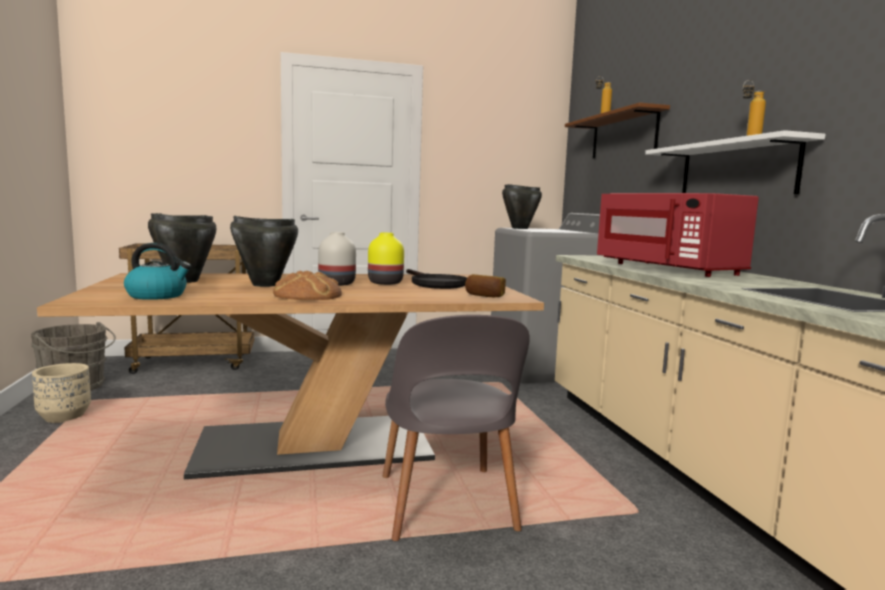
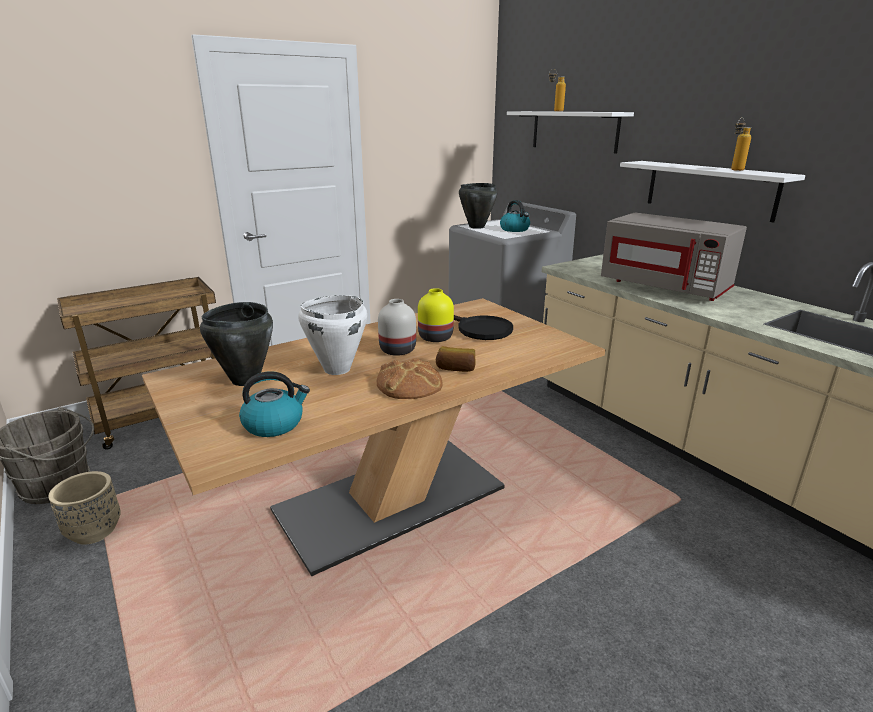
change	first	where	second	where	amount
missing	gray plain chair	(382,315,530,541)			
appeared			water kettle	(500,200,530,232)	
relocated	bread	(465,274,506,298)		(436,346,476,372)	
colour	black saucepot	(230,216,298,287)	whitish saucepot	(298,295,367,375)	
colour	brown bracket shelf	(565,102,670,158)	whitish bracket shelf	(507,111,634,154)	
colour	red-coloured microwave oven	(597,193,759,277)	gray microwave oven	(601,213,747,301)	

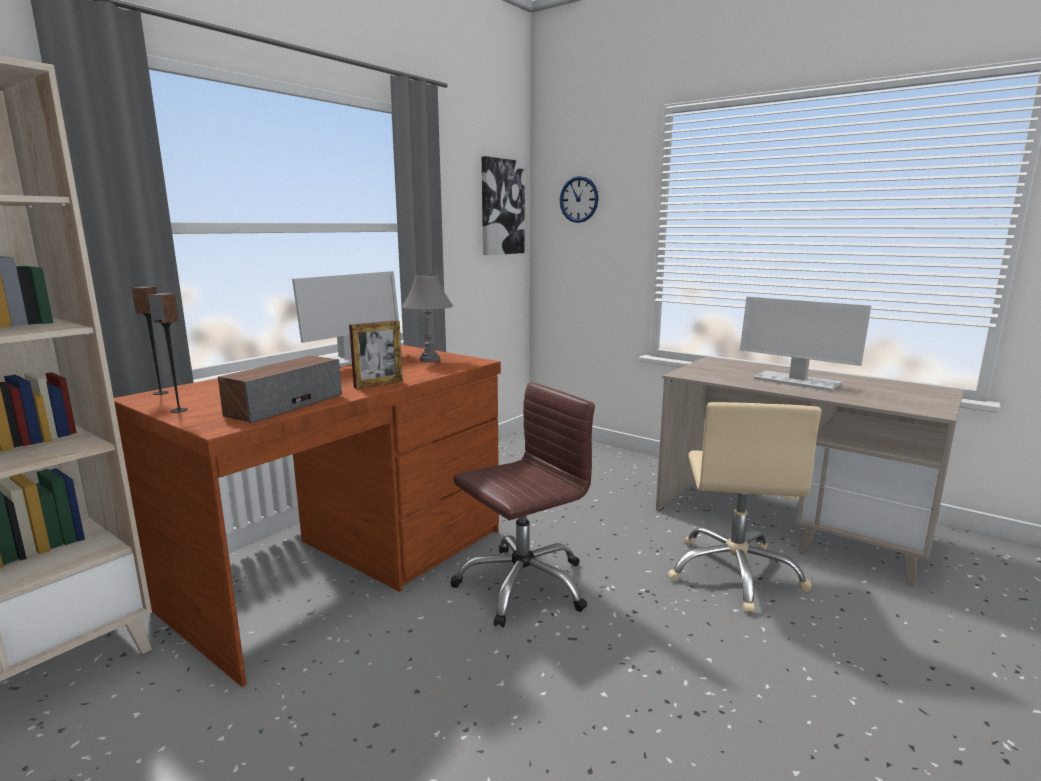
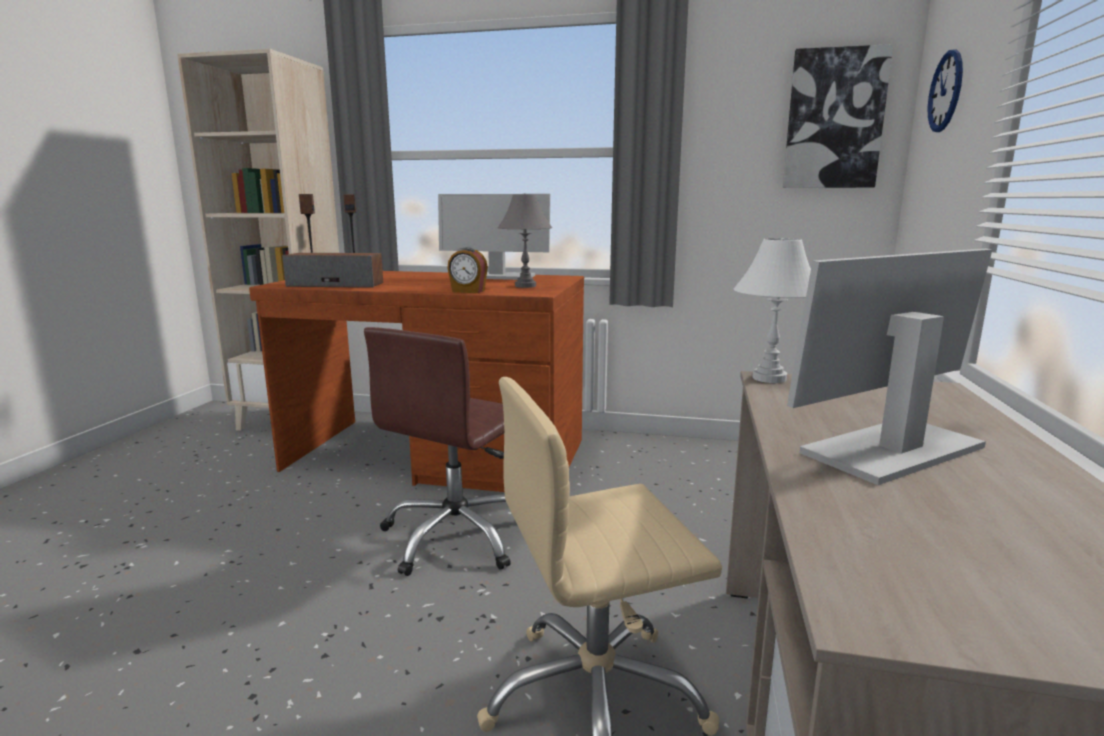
change	first	where	second	where	amount
missing	picture frame	(349,320,403,389)			
appeared			bedside clock	(447,247,488,293)	
appeared			whitish tabletop lamp	(733,238,811,383)	
spun	brown desk chair	(451,382,595,628)		(364,327,511,576)	90 degrees clockwise
spun	computer display	(740,297,871,391)		(787,249,992,485)	45 degrees clockwise

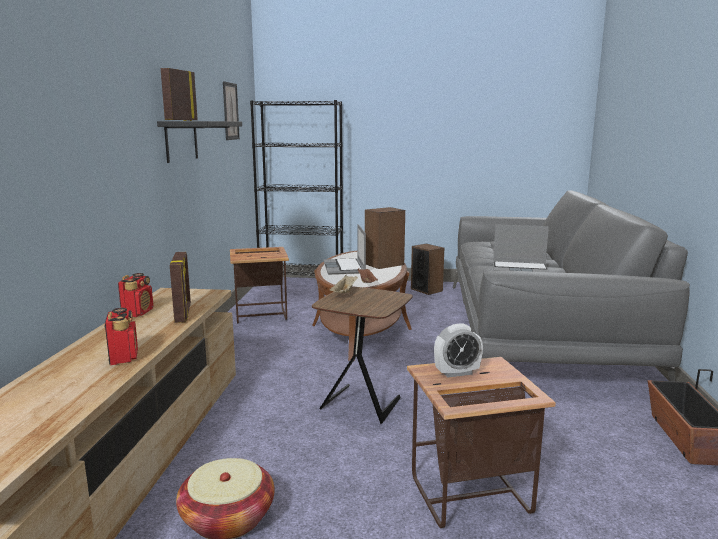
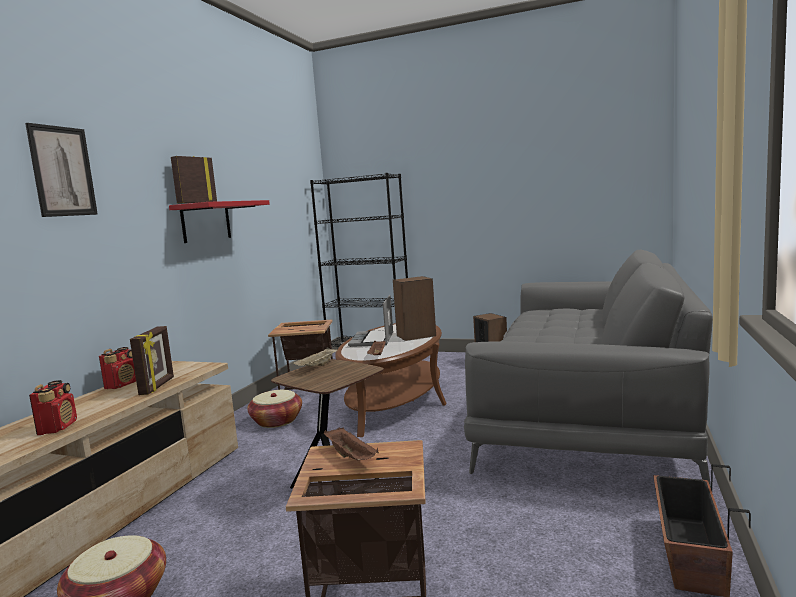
change	first	where	second	where	amount
missing	laptop	(493,224,549,272)			
appeared			household basket	(247,390,302,428)	
relocated	wall picture	(223,81,240,140)		(25,123,98,217)	
exchanged	bedside clock	(434,324,483,378)	brown carrying tray	(324,428,379,461)	
colour	black bracket shelf	(157,121,242,163)	red-coloured bracket shelf	(169,200,270,243)	

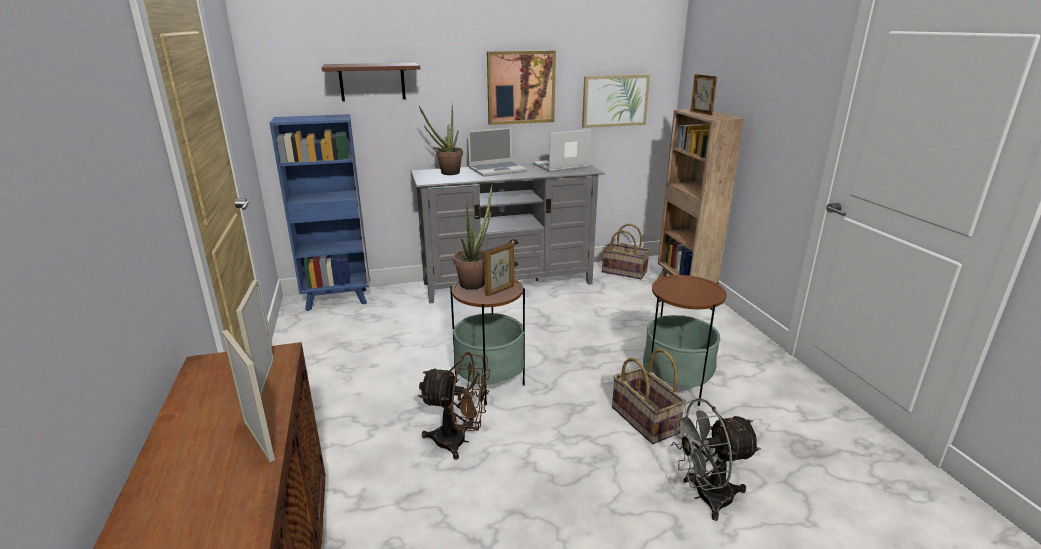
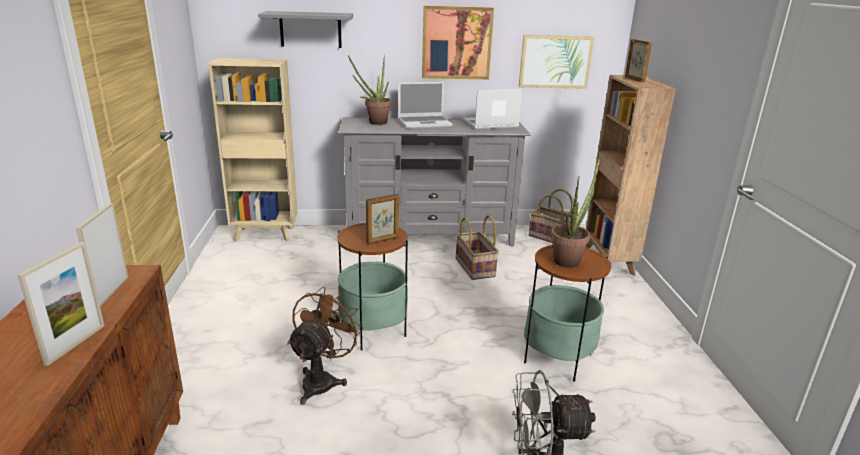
change	first	where	second	where	amount
relocated	plant in a pot	(453,184,492,290)		(551,159,599,268)	
relocated	household basket	(612,349,686,444)		(456,215,499,280)	
colour	blue bookcase	(270,114,370,311)	beige-coloured bookcase	(208,58,297,242)	
colour	brown bracket shelf	(322,63,420,101)	gray bracket shelf	(258,11,353,48)	
spun	picture frame	(222,330,275,462)		(17,242,104,366)	45 degrees clockwise
spun	brown cooling fan	(418,352,490,460)		(287,287,364,405)	90 degrees counterclockwise

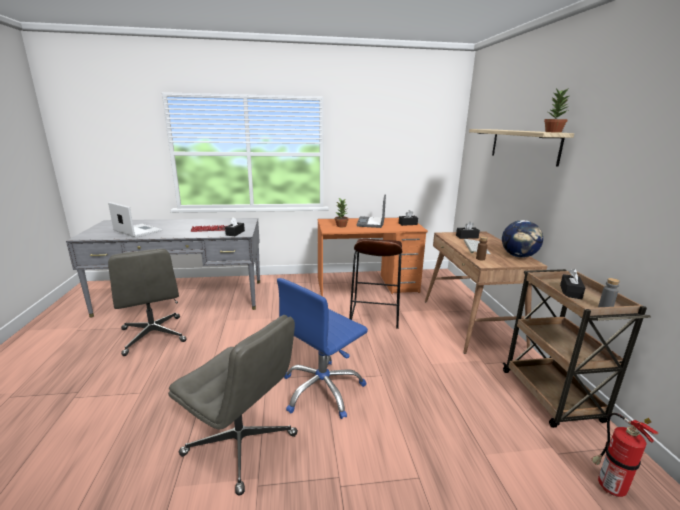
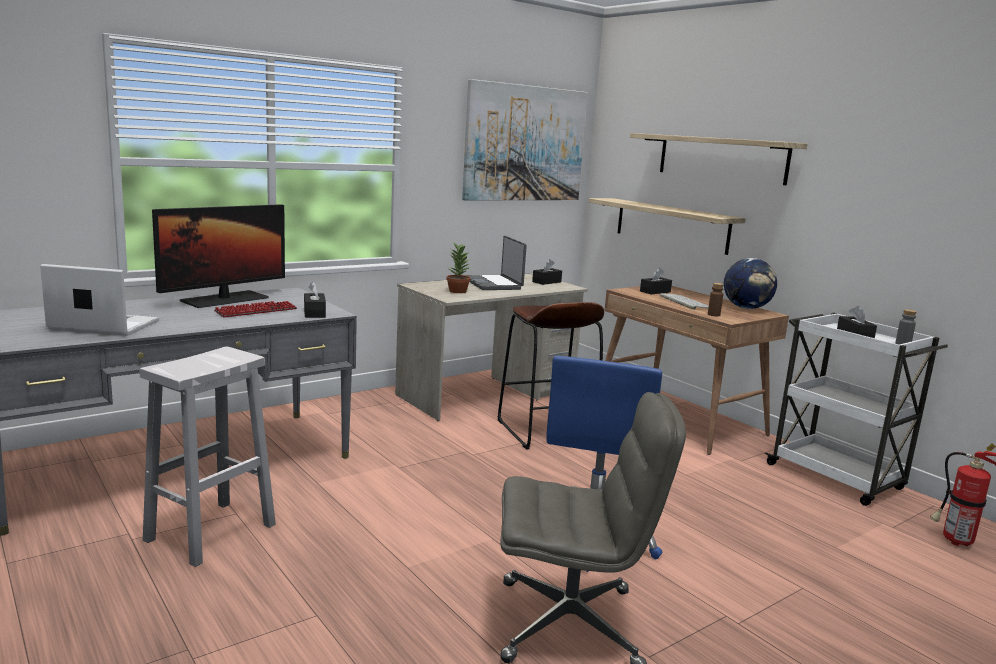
change	first	where	second	where	amount
missing	plant in a pot	(544,89,569,133)			
appeared			computer display	(152,204,285,308)	
appeared			wall picture	(462,79,588,201)	
appeared			bracket shelf	(589,198,746,255)	
exchanged	gray desk chair	(108,249,187,356)	whitish stool seat	(140,346,276,567)	
colour	orange desk	(318,218,428,296)	beige-coloured desk	(395,273,588,421)	
colour	brown trolley	(503,269,651,428)	whitish trolley	(764,313,948,506)	

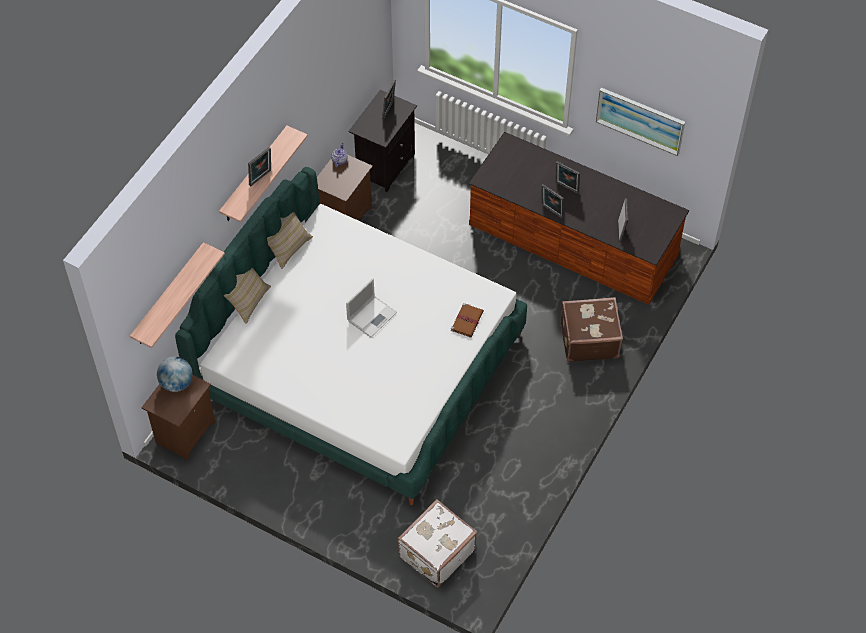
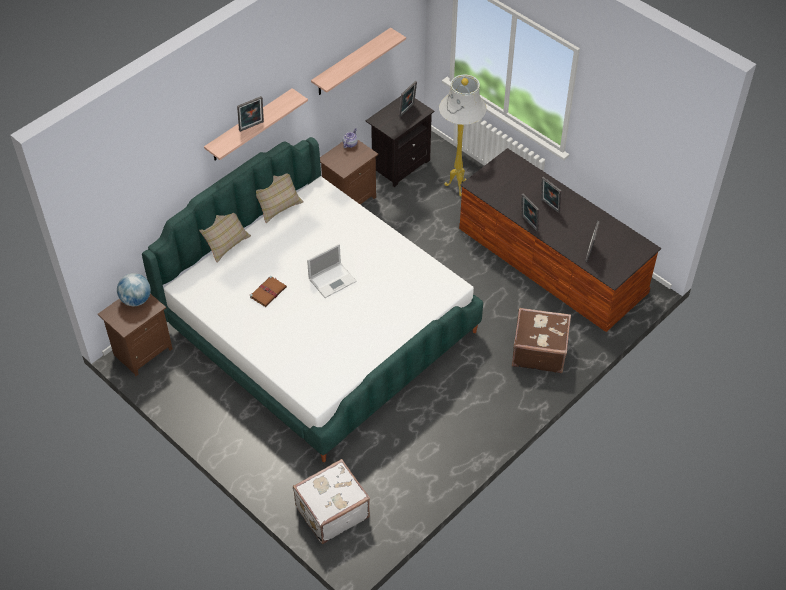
change	first	where	second	where	amount
missing	wall picture	(596,88,685,156)			
appeared			whitish standing lamp	(439,75,486,196)	
relocated	bracket shelf	(130,242,225,348)		(311,28,406,95)	
relocated	brown bound book	(451,303,484,337)		(250,276,287,307)	

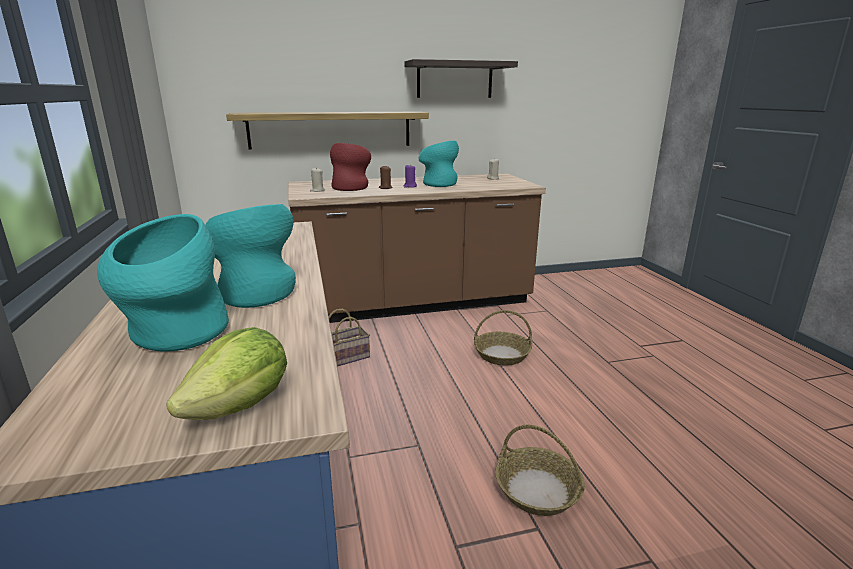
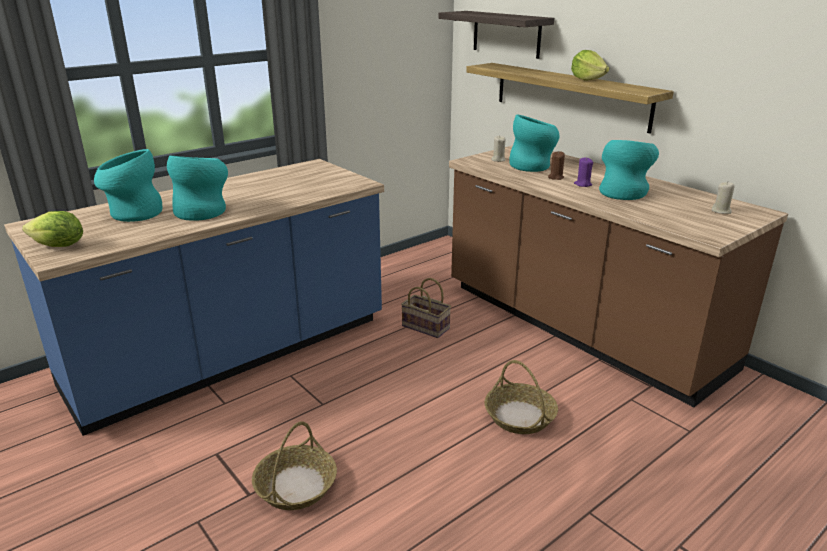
change	first	where	second	where	amount
appeared			head of lettuce	(571,50,609,81)	
relocated	bracket shelf	(405,59,518,98)		(438,11,554,59)	
colour	red-coloured flower vase	(330,143,371,191)	turquoise-coloured flower vase	(509,115,560,172)	

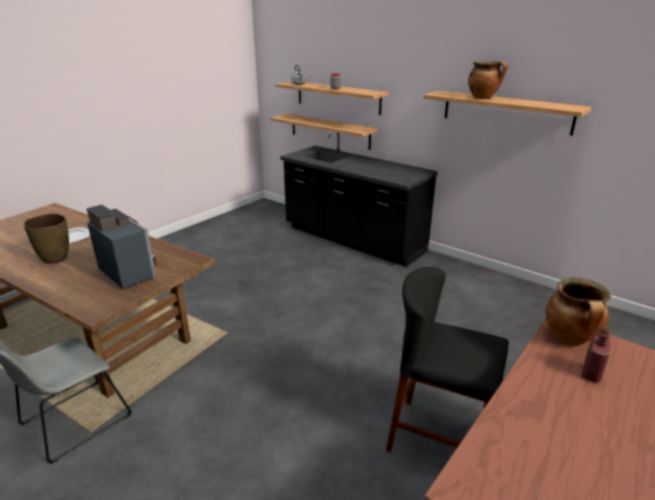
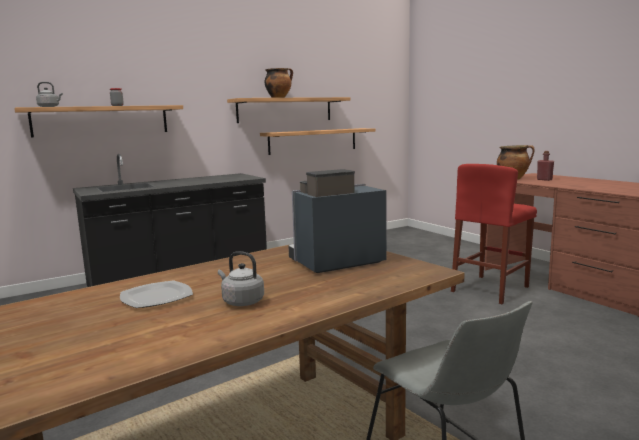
change	first	where	second	where	amount
relocated	bracket shelf	(270,114,378,150)		(260,128,376,155)	
exchanged	brown flower vase	(24,213,69,264)	gray water kettle	(218,251,264,306)	
colour	black stool seat	(386,267,508,452)	red-coloured stool seat	(451,164,537,304)	

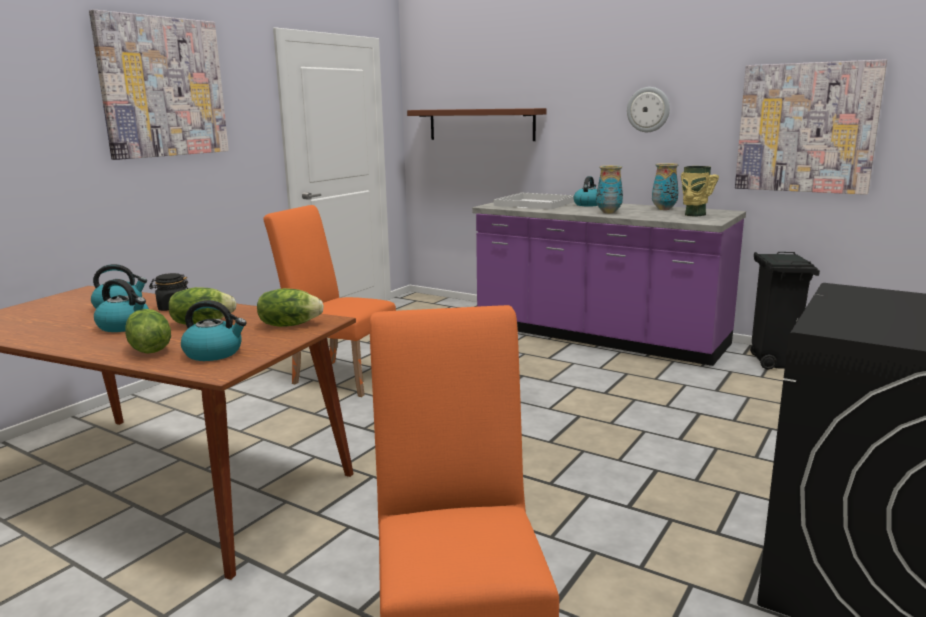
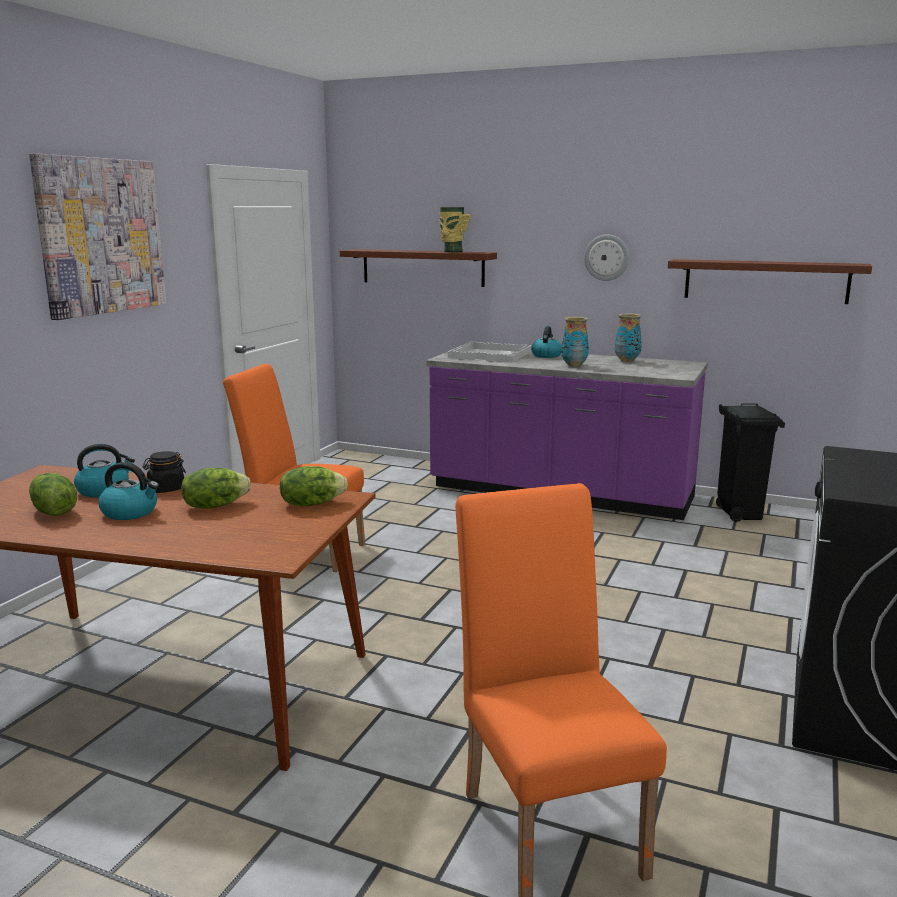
change	first	where	second	where	amount
missing	water kettle	(181,300,247,361)			
relocated	head of lettuce	(125,309,171,354)		(29,473,77,516)	
relocated	flower vase	(681,166,719,216)		(439,207,471,253)	
exchanged	wall picture	(735,59,887,195)	brown bracket shelf	(668,259,872,304)	

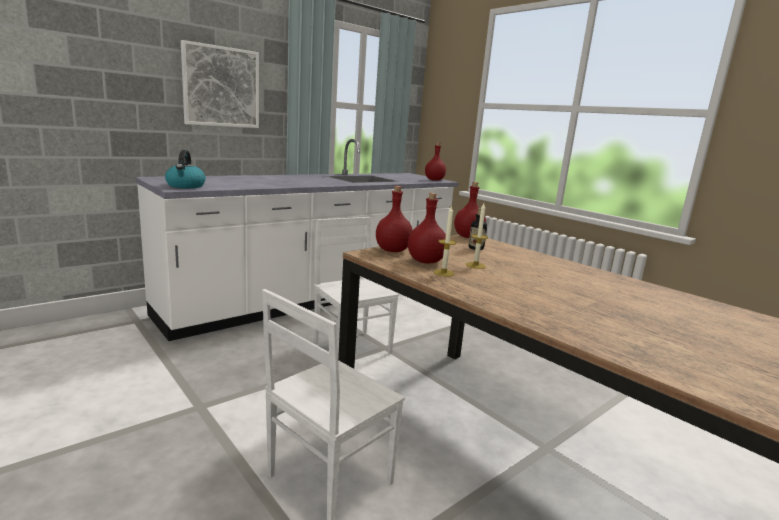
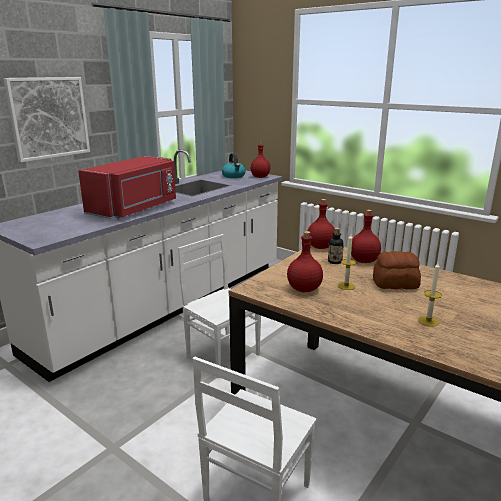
change	first	where	second	where	amount
appeared			red-coloured microwave oven	(78,156,176,219)	
appeared			bread	(373,251,421,289)	
relocated	water kettle	(165,150,206,188)		(222,153,246,178)	
relocated	red-coloured drink bottle	(376,186,412,252)		(351,210,381,263)	
relocated	wax light	(433,205,456,277)		(418,263,442,327)	

